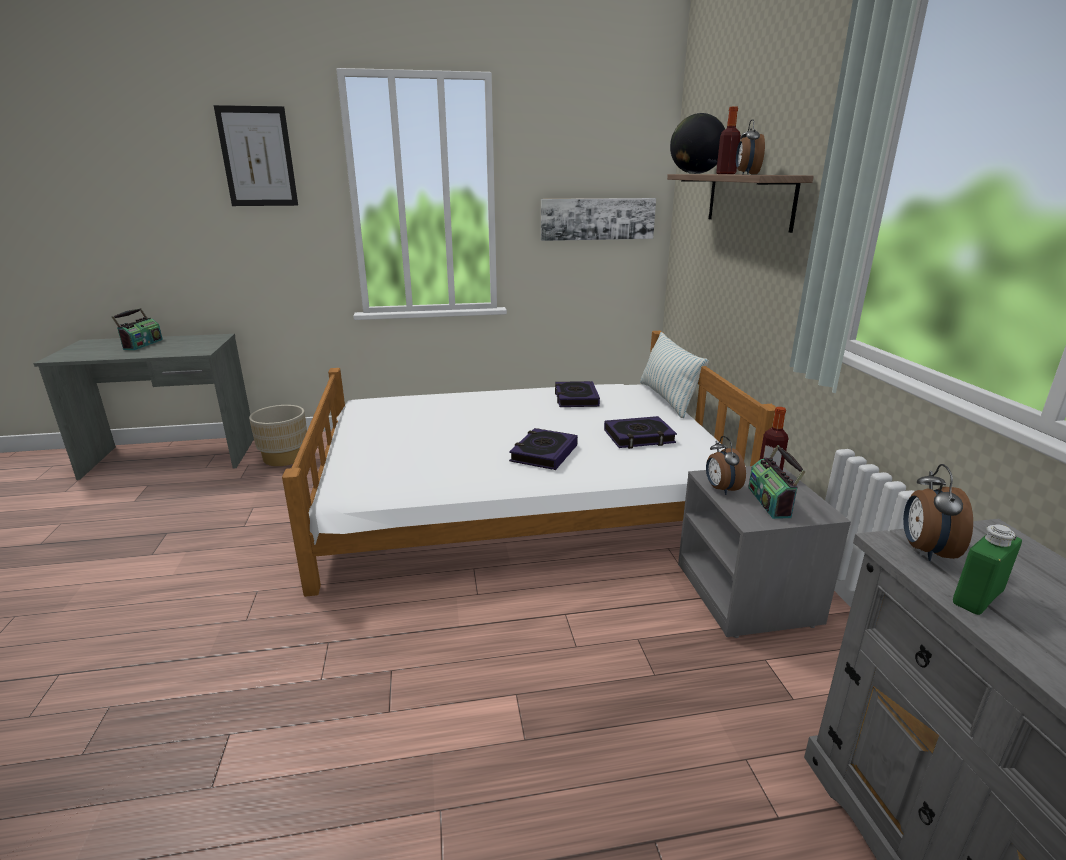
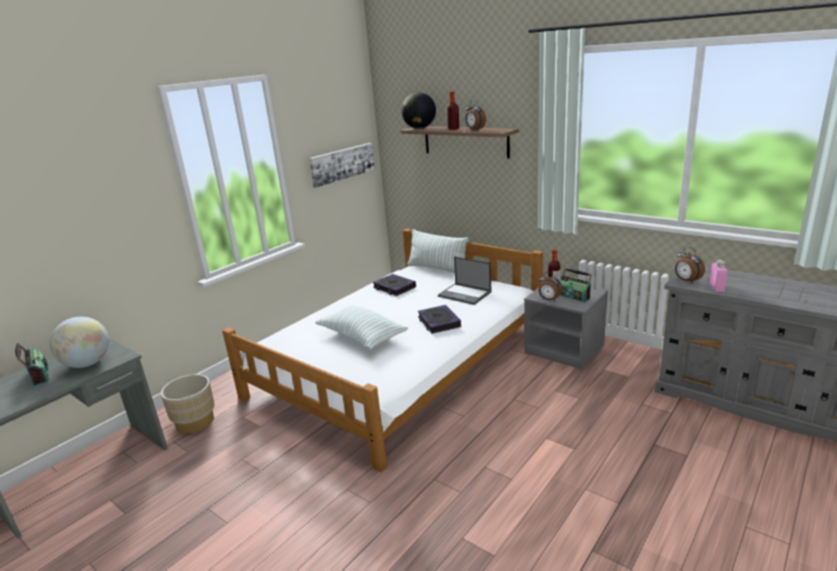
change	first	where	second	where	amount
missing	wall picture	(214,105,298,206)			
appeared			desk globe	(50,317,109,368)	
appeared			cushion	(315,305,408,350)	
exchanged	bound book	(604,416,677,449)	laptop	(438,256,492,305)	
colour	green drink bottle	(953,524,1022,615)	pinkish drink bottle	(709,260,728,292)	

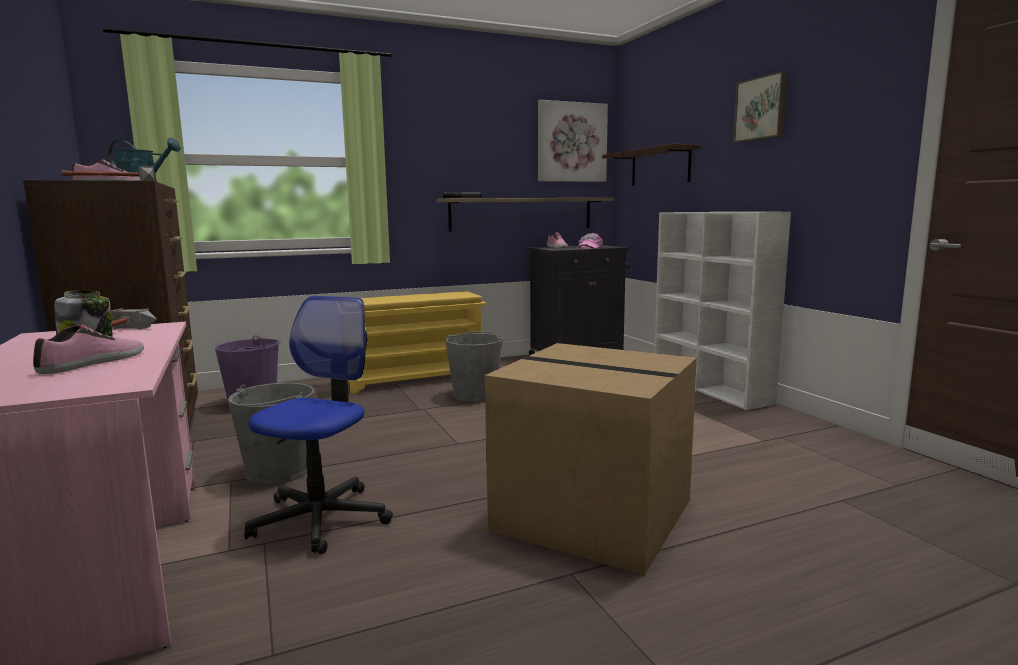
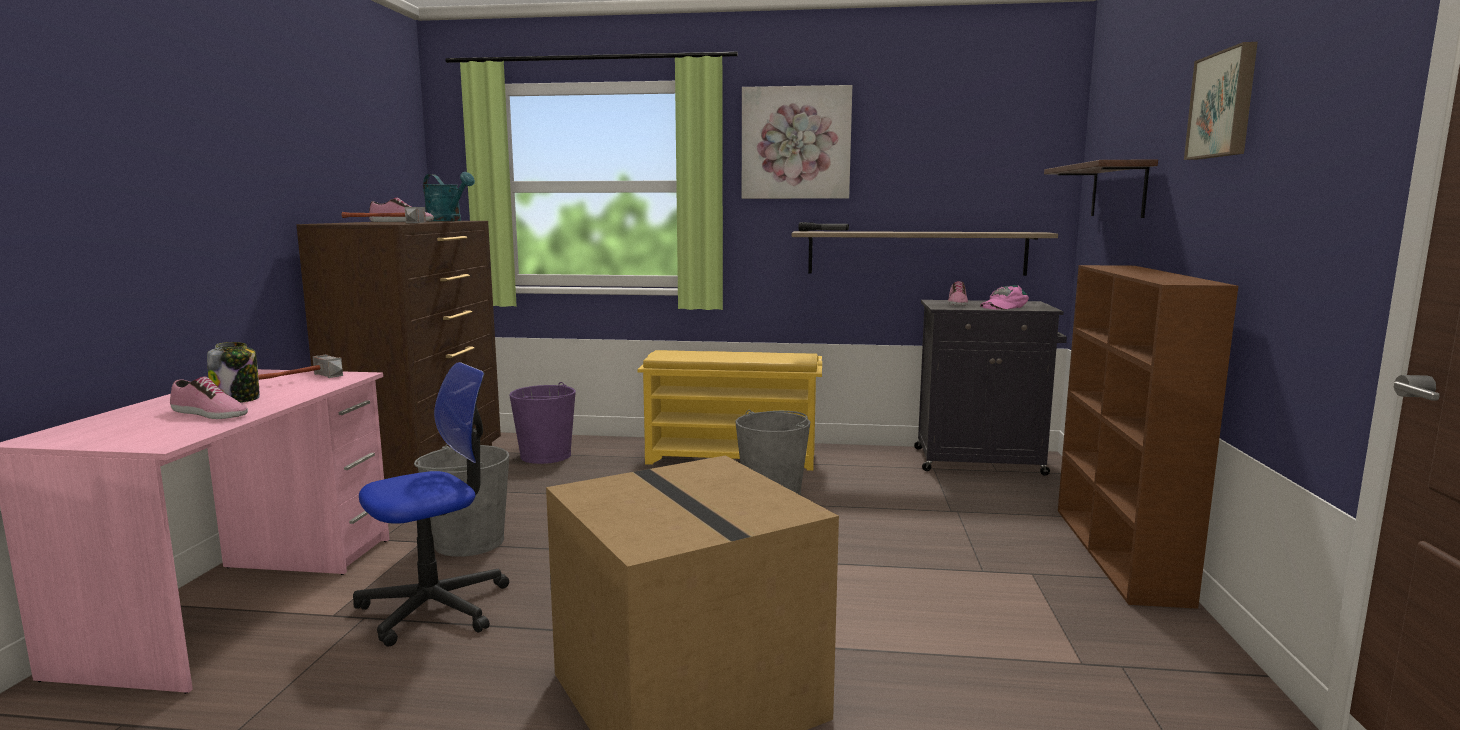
change	first	where	second	where	amount
relocated	wall picture	(538,100,608,182)		(742,85,852,199)	
colour	whitish bookcase	(654,212,791,410)	brown bookcase	(1058,265,1238,609)	
spun	shoe	(33,325,144,374)		(170,376,248,419)	60 degrees clockwise

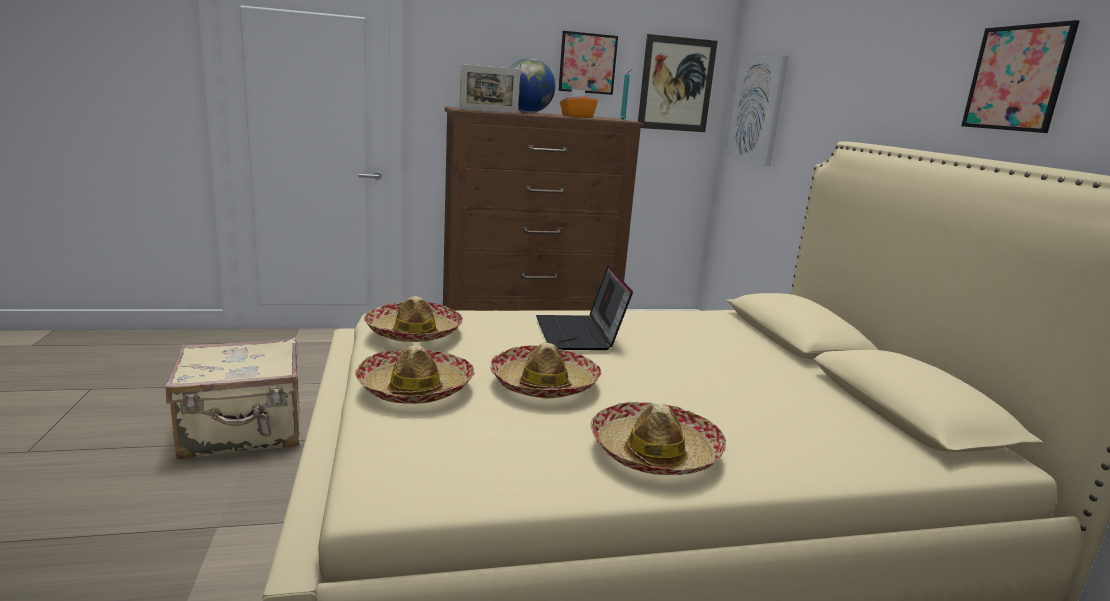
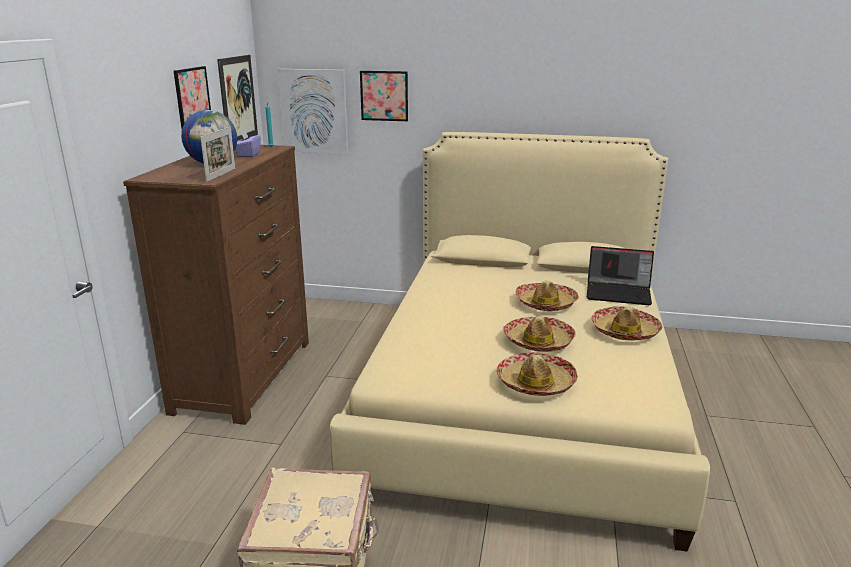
change	first	where	second	where	amount
relocated	hat	(364,296,463,342)		(516,280,579,311)	
relocated	laptop	(536,265,633,350)		(587,246,654,305)	
relocated	wall picture	(961,20,1080,133)		(360,71,408,121)	
colour	orange tissue holder	(560,89,598,118)	purple tissue holder	(235,129,261,157)	

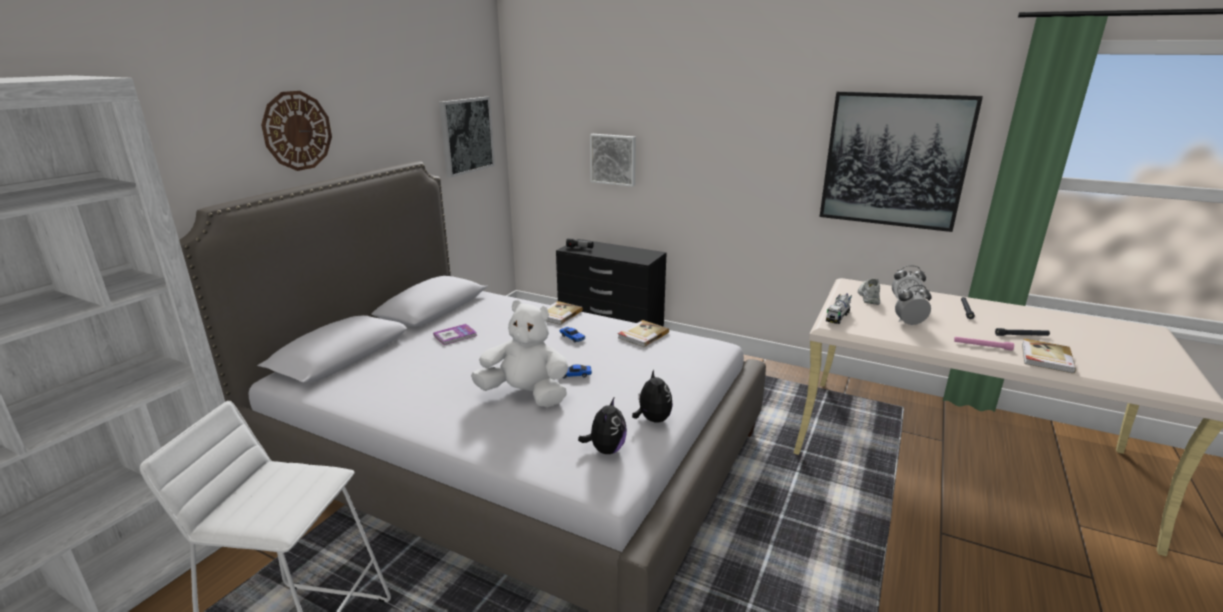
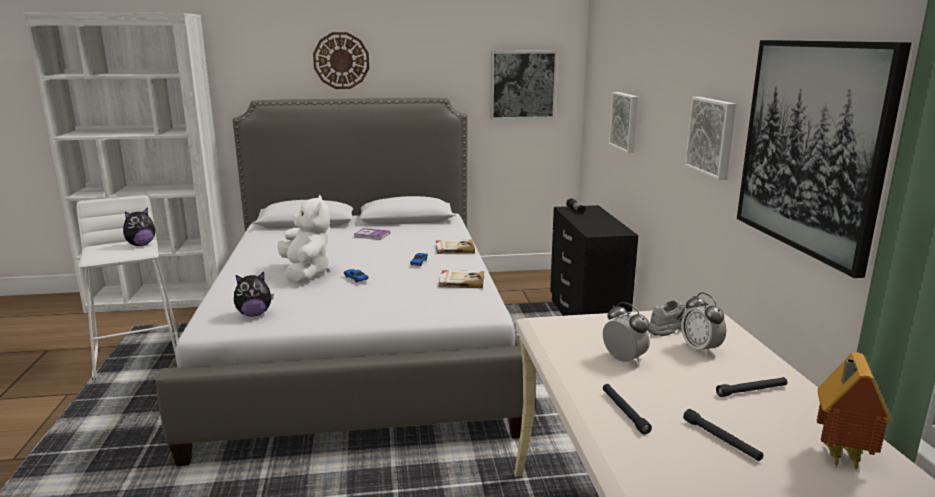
change	first	where	second	where	amount
missing	toy truck	(826,293,852,324)			
missing	bound book	(1022,338,1076,374)			
appeared			wall picture	(685,97,736,180)	
appeared			toy house	(817,352,892,470)	
relocated	soft toy	(632,369,673,422)		(123,207,155,246)	
colour	pinkish flashlight	(954,337,1014,351)	black flashlight	(603,384,652,435)	

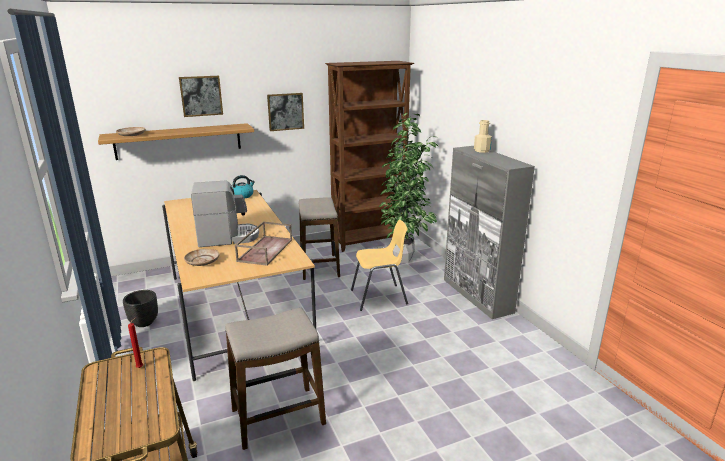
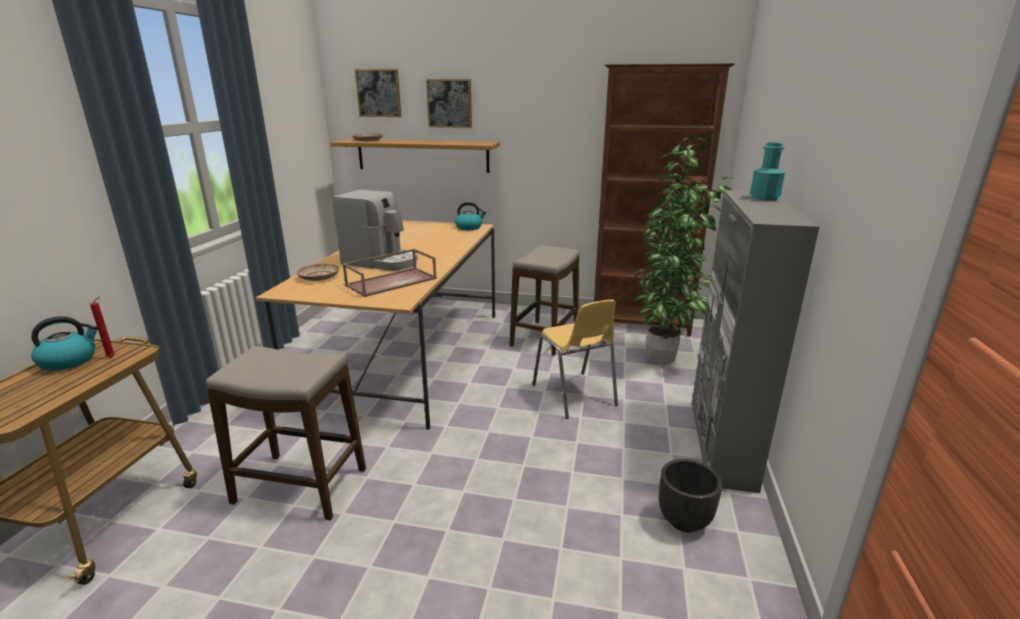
change	first	where	second	where	amount
appeared			water kettle	(31,316,98,371)	
relocated	black plant pot	(123,290,158,327)		(659,459,722,532)	
relocated	wall picture	(267,93,304,131)		(355,69,401,117)	
colour	beige-coloured drink bottle	(474,120,492,153)	turquoise-coloured drink bottle	(750,143,785,201)	
spun	yellowish plain chair	(351,220,408,311)		(532,300,618,419)	45 degrees clockwise

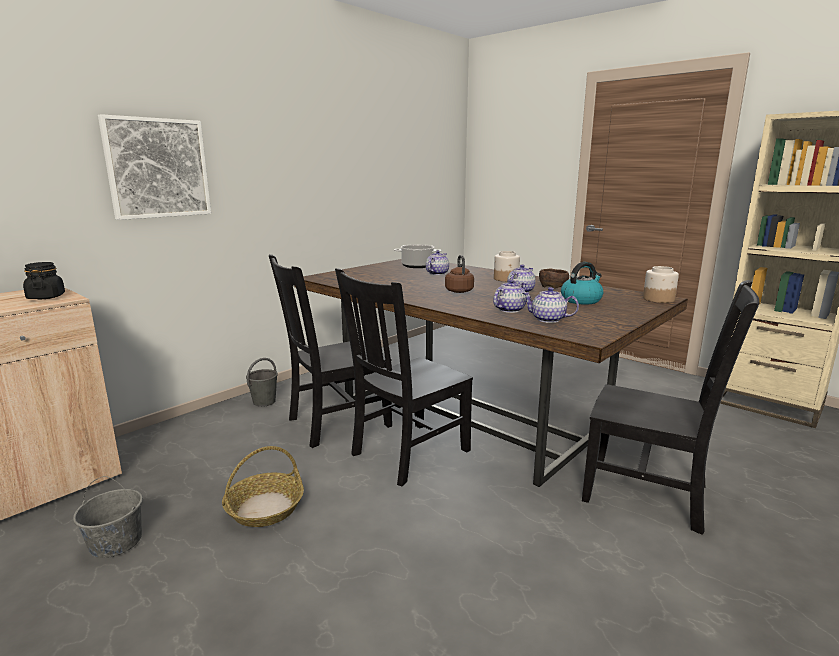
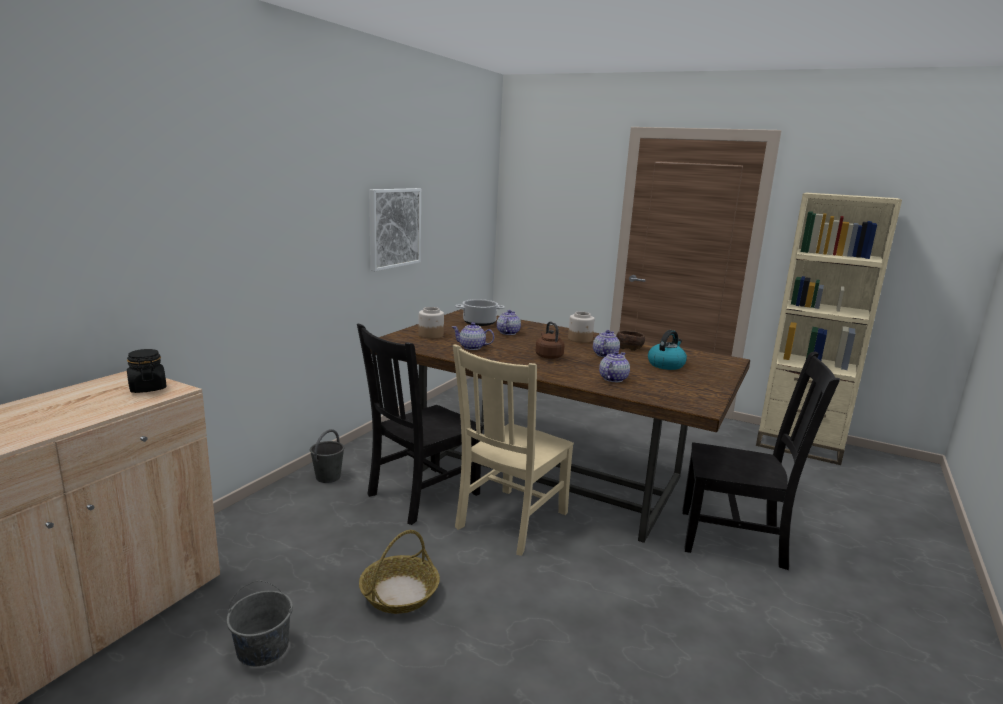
change	first	where	second	where	amount
relocated	wall picture	(98,114,211,220)		(369,188,421,271)	
relocated	teapot	(523,287,579,323)		(452,322,494,350)	
relocated	storage jar	(643,266,679,303)		(418,307,444,339)	
colour	black plain chair	(335,268,473,486)	beige-coloured plain chair	(453,344,574,556)	

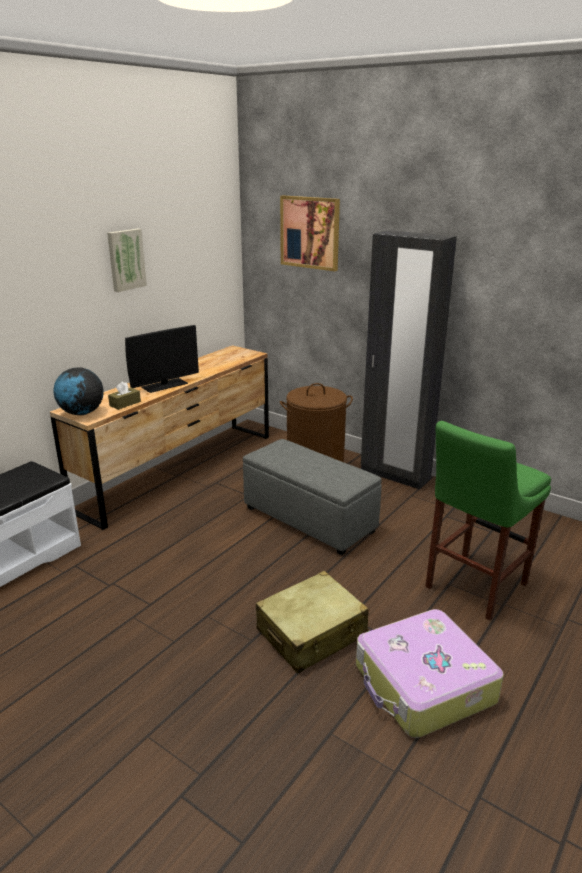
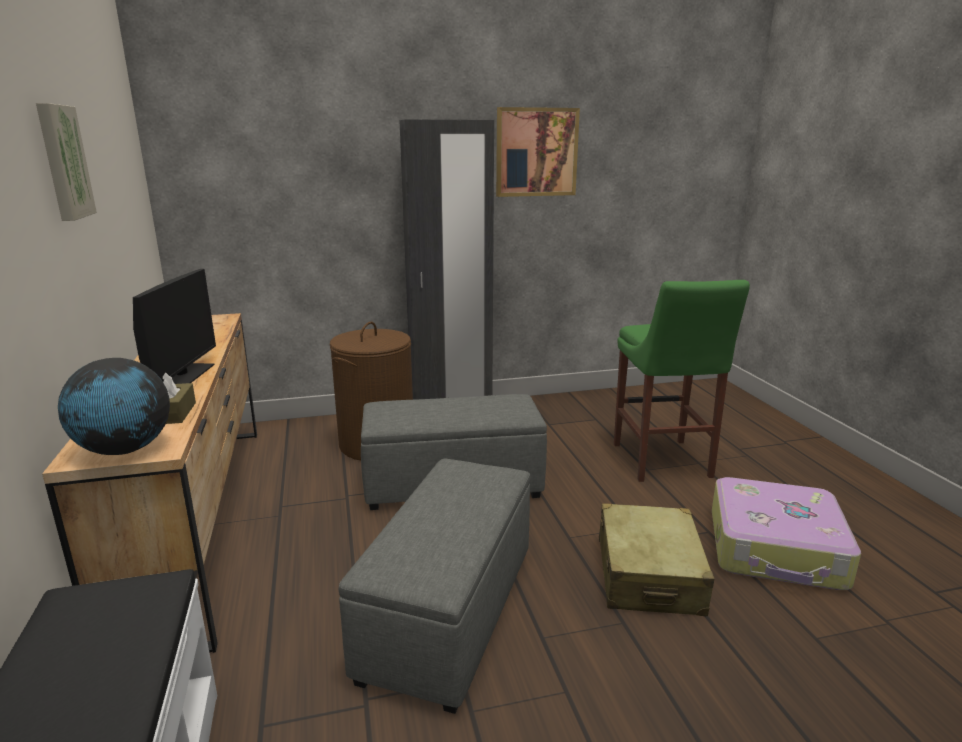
change	first	where	second	where	amount
appeared			gray footrest	(339,459,531,714)	
relocated	wall picture	(280,195,340,271)		(496,107,580,197)	

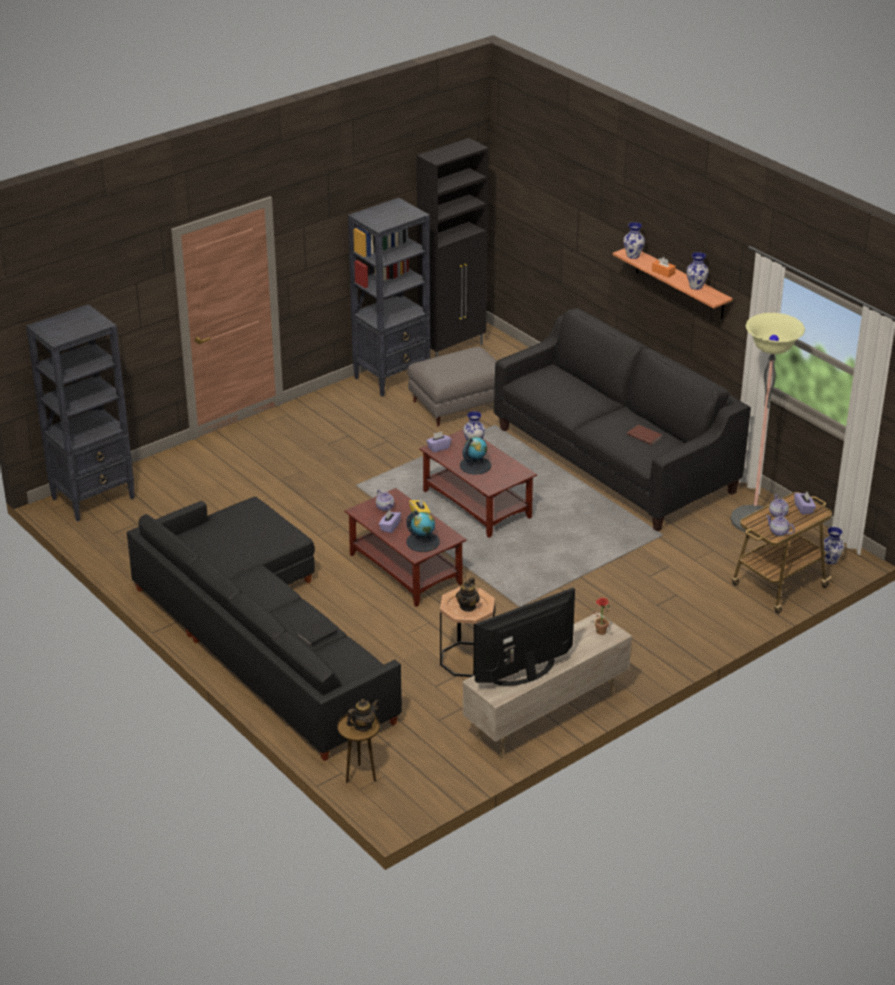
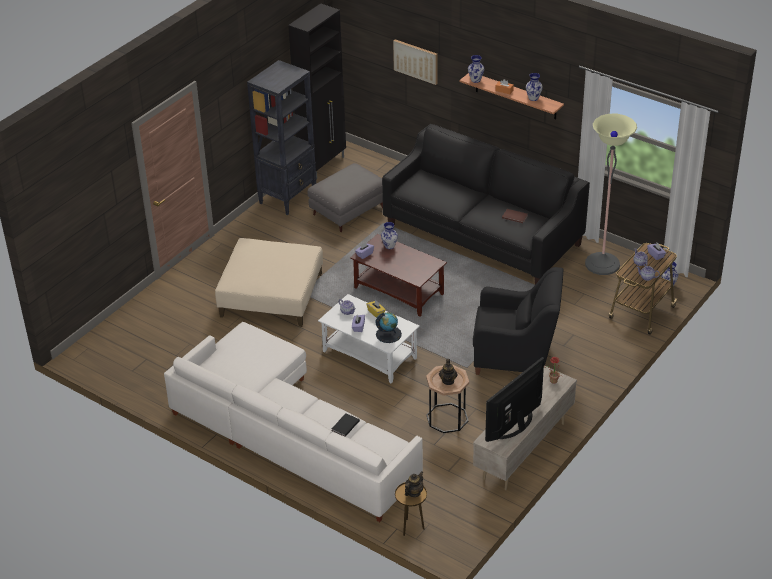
change	first	where	second	where	amount
missing	black bookcase	(26,304,135,522)			
missing	desk globe	(460,437,491,475)			
appeared			beige-coloured footrest	(215,238,323,327)	
appeared			wall picture	(393,39,438,85)	
appeared			black armchair	(473,267,564,375)	
colour	black settee	(127,497,402,761)	whitish settee	(164,322,423,522)	
colour	brown lounge table	(345,488,467,607)	whitish lounge table	(318,294,420,383)	

